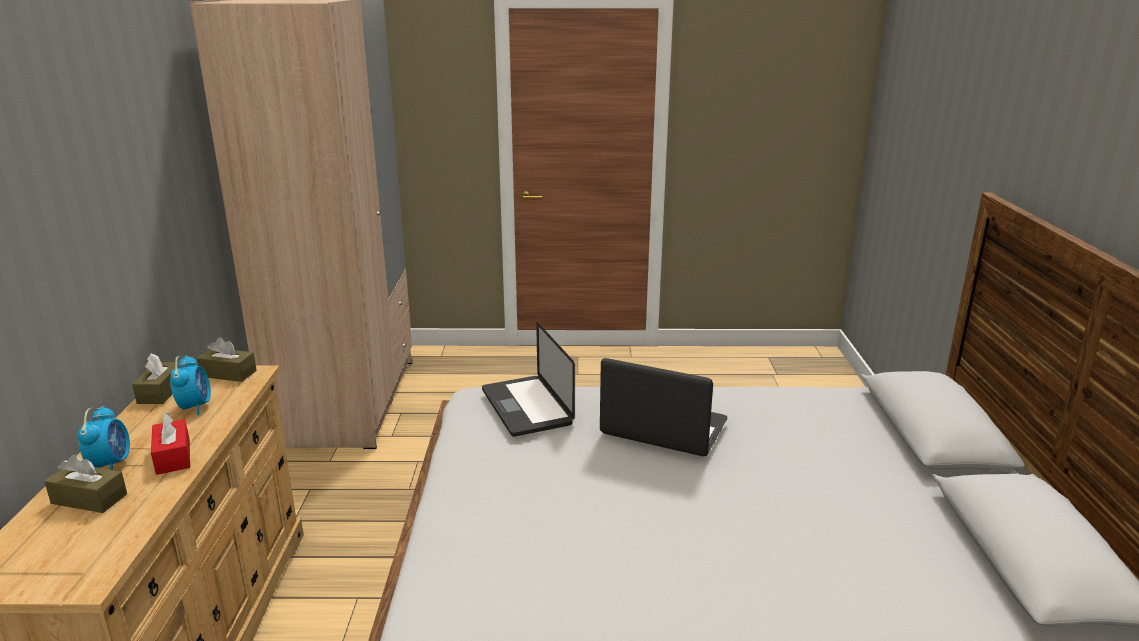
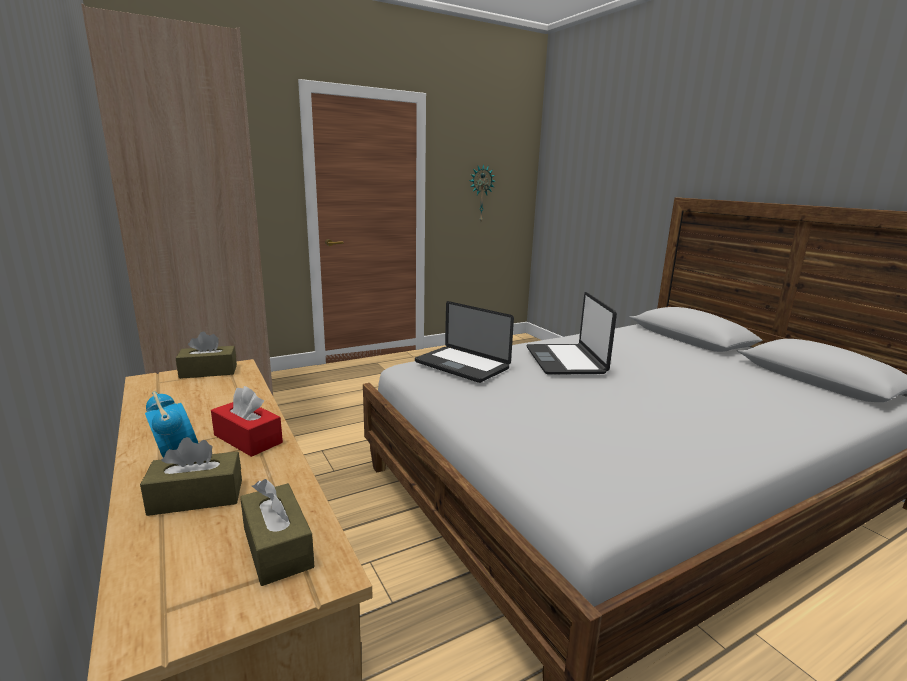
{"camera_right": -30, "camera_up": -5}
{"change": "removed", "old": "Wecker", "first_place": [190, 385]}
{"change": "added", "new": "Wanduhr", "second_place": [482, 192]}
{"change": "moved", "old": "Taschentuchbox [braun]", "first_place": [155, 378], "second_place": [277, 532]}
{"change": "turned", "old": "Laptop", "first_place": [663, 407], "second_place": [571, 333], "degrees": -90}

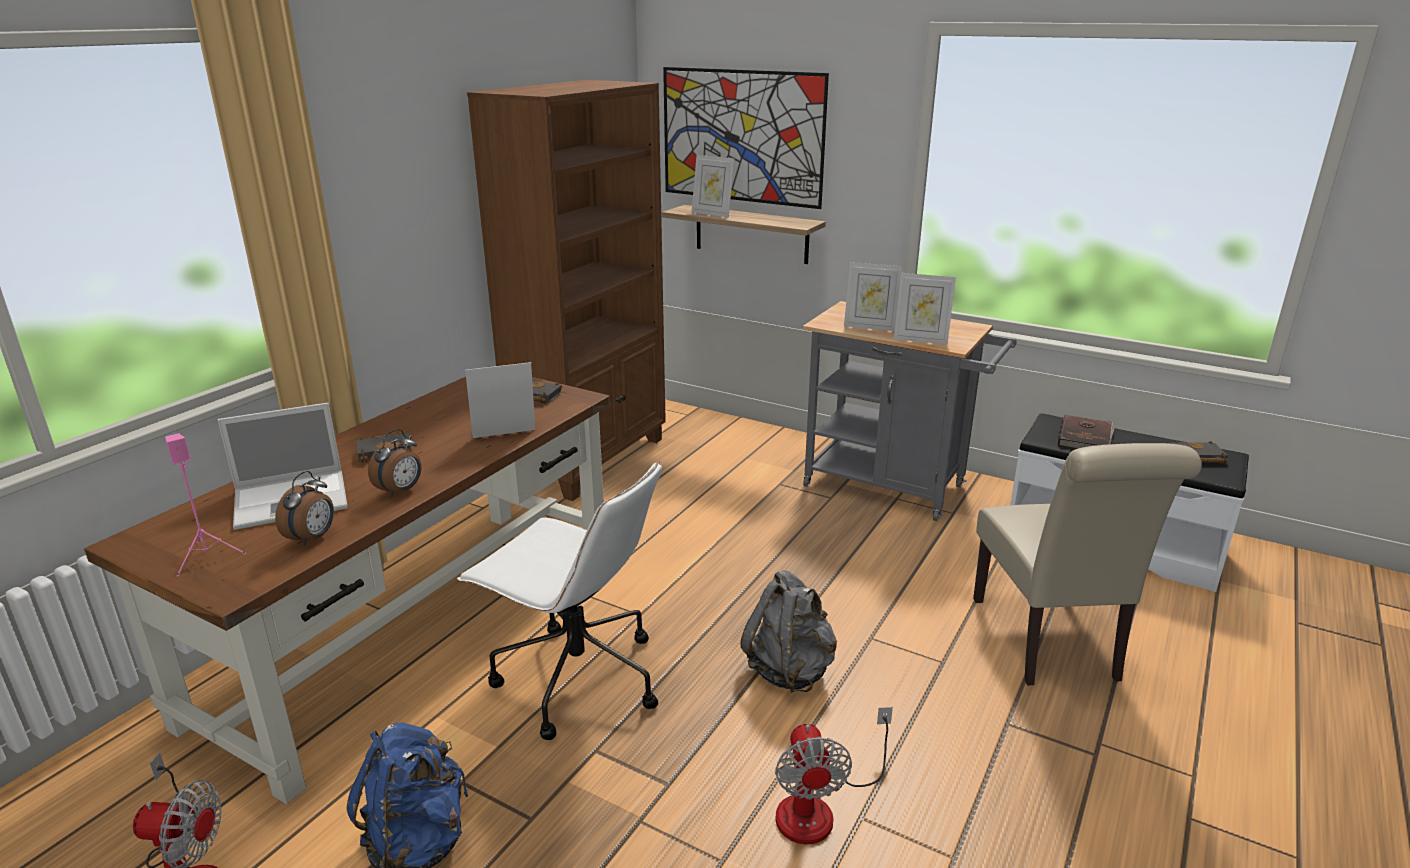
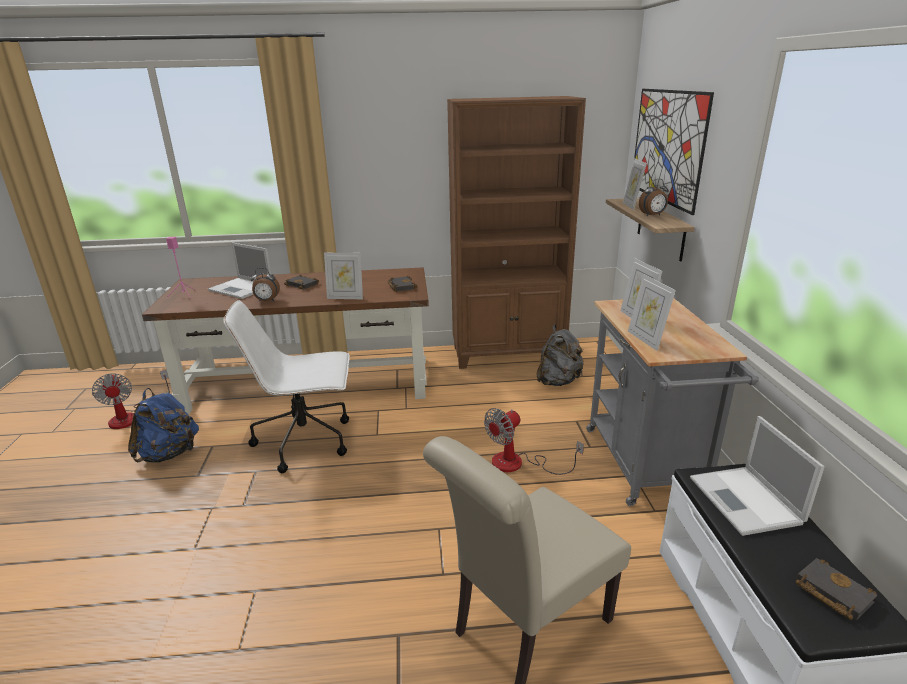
{"camera_right": 55, "camera_up": 0}
{"change": "moved", "old": "Wecker", "first_place": [304, 508], "second_place": [654, 197]}
{"change": "moved", "old": "Rucksack [grau]", "first_place": [788, 631], "second_place": [560, 355]}
{"change": "moved", "old": "Ventilator", "first_place": [834, 775], "second_place": [534, 441]}
{"change": "replaced", "old": "Buch [braun]", "new": "Laptop", "first_place": [1086, 432], "second_place": [757, 476]}
{"change": "turned", "old": "Bürostuhl [weiß]", "first_place": [559, 600], "second_place": [286, 386], "degrees": 90}
{"change": "turned", "old": "Bilderrahmen", "first_place": [500, 400], "second_place": [343, 276], "degrees": 150}

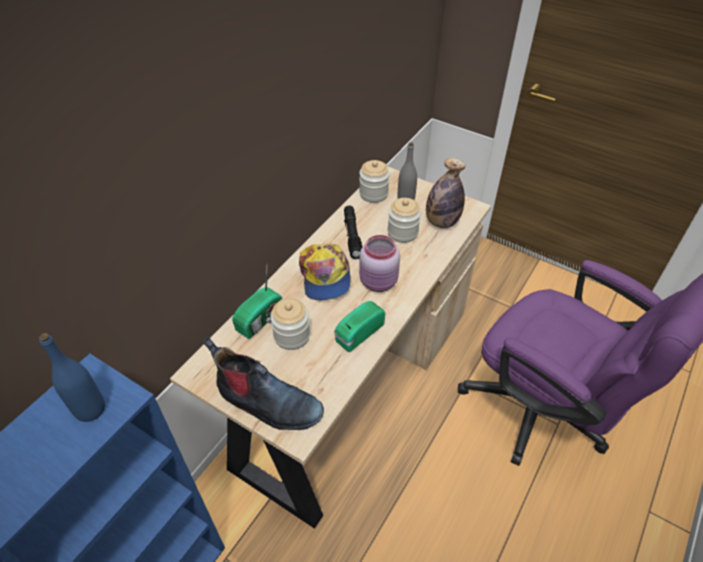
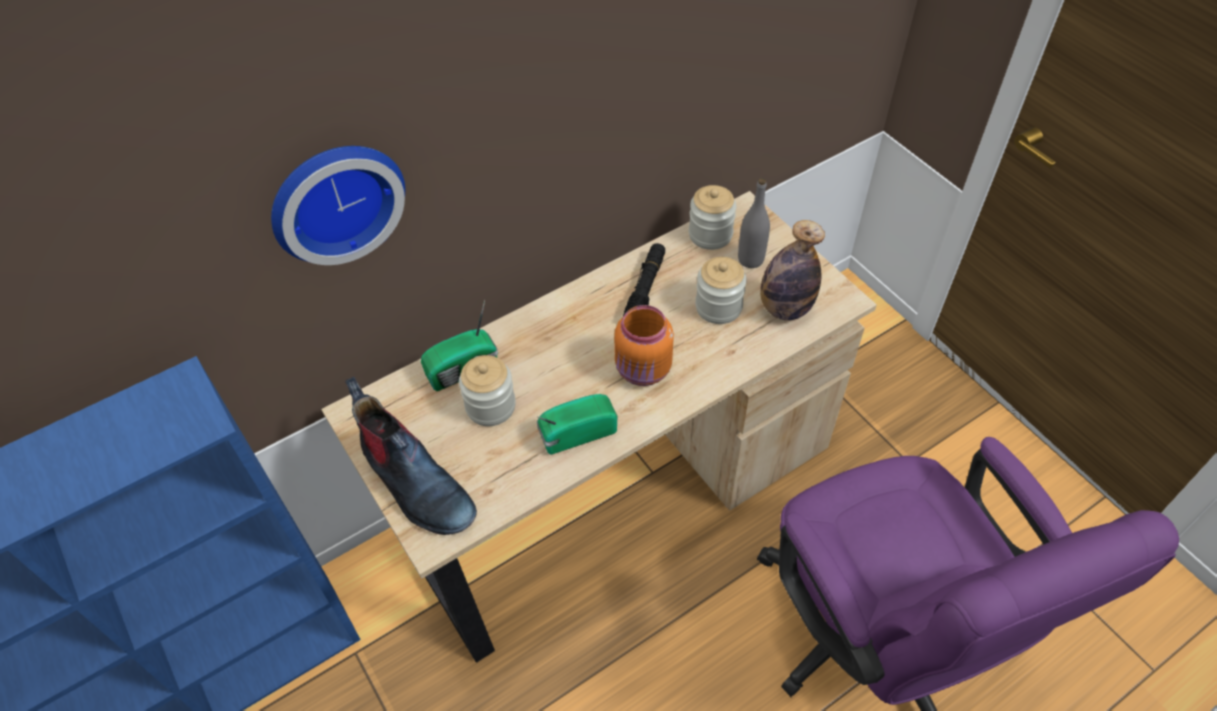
{"camera_right": 25, "camera_up": 5}
{"change": "removed", "old": "Flasche [blau]", "first_place": [72, 377]}
{"change": "removed", "old": "Kappe", "first_place": [325, 271]}
{"change": "added", "new": "Wanduhr", "second_place": [338, 205]}
{"change": "recoloured", "old": "Vorratsglas [rosa]", "new": "Vorratsglas [orange]", "first_place": [379, 263], "second_place": [644, 345]}

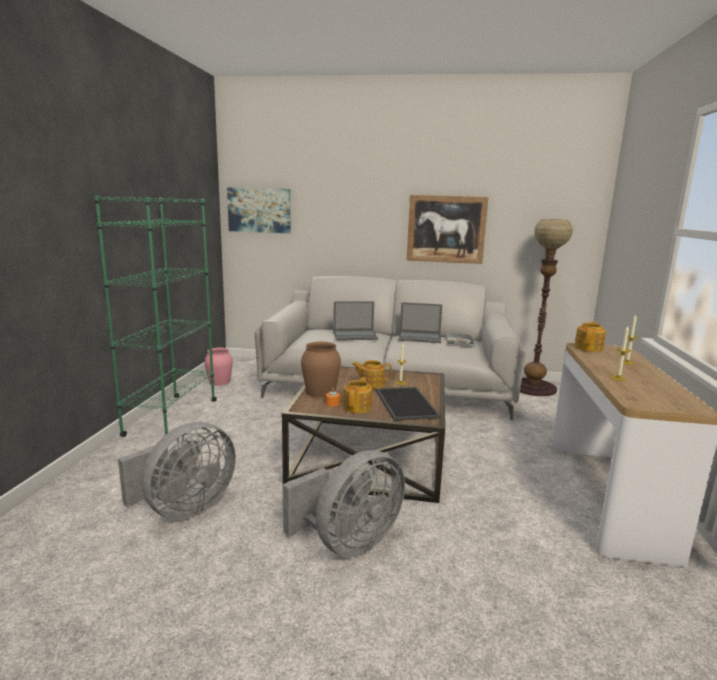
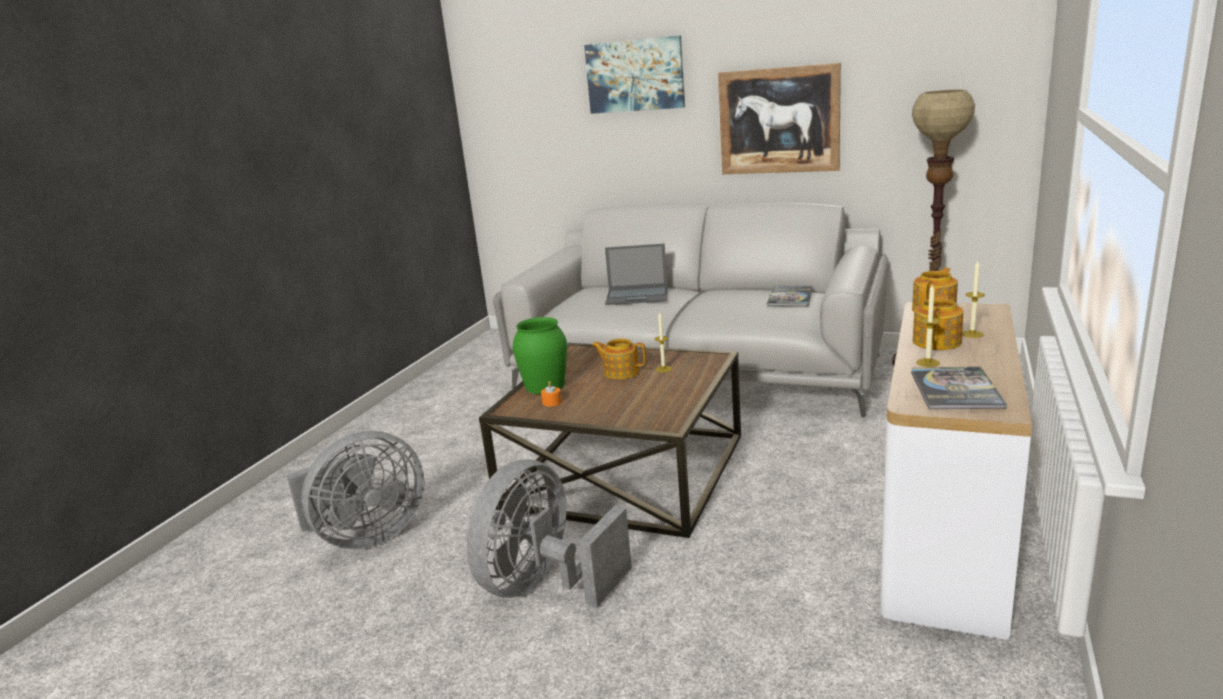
{"camera_right": 15, "camera_up": 5}
{"change": "removed", "old": "Bücherregal [grün]", "first_place": [155, 316]}
{"change": "removed", "old": "Vase [rosa]", "first_place": [219, 367]}
{"change": "removed", "old": "Tablett", "first_place": [408, 404]}
{"change": "removed", "old": "Laptop", "first_place": [420, 322]}
{"change": "added", "new": "Buch", "second_place": [959, 388]}
{"change": "moved", "old": "Bild", "first_place": [259, 210], "second_place": [634, 74]}
{"change": "moved", "old": "Teekanne", "first_place": [357, 395], "second_place": [937, 322]}
{"change": "recoloured", "old": "Vase [braun]", "new": "Vase [grün]", "first_place": [321, 370], "second_place": [540, 355]}
{"change": "turned", "old": "Ventilator [grau]", "first_place": [344, 503], "second_place": [549, 533], "degrees": 150}

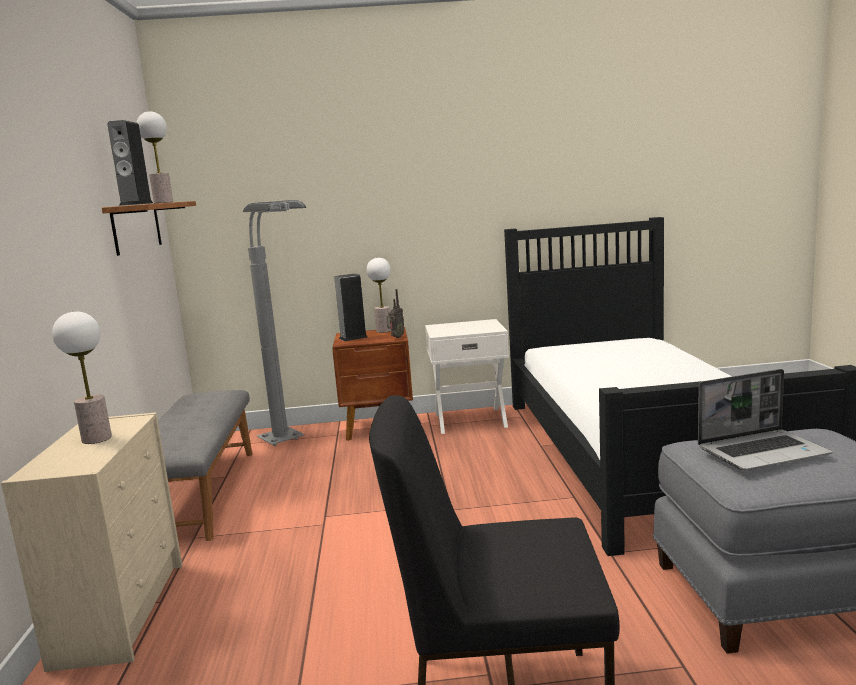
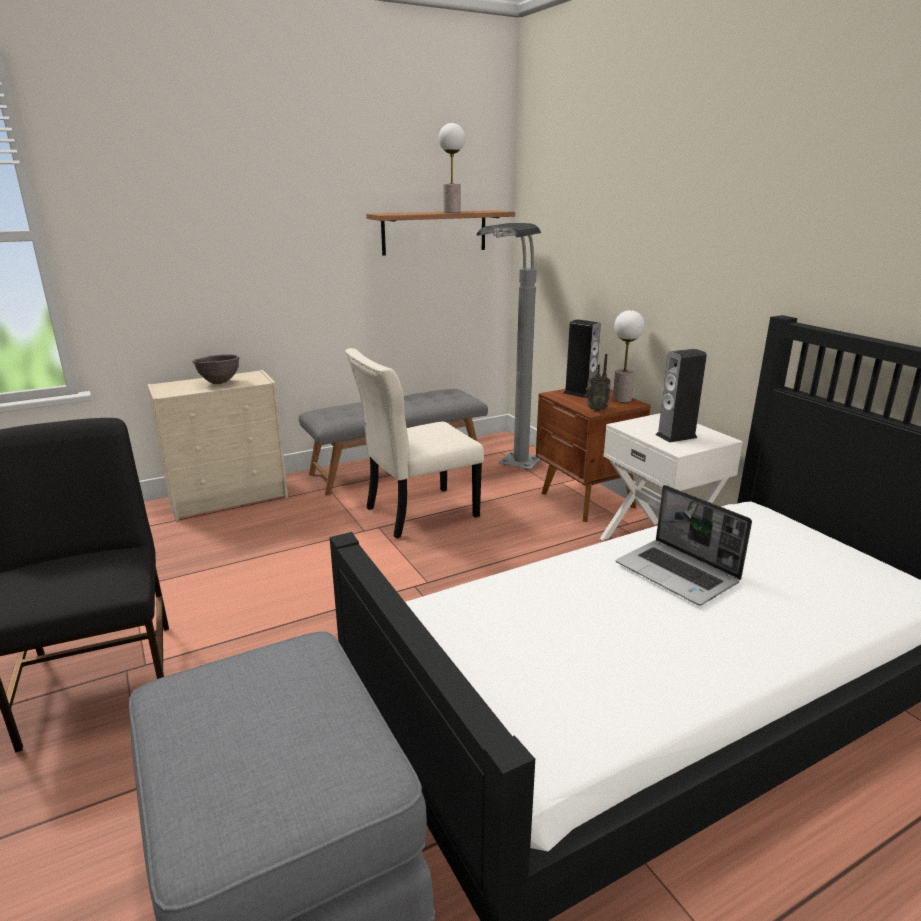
{"camera_right": 65, "camera_up": 10}
{"change": "added", "new": "Stuhl [beige]", "second_place": [414, 443]}
{"change": "moved", "old": "Lautsprecher", "first_place": [130, 163], "second_place": [681, 396]}
{"change": "moved", "old": "Laptop", "first_place": [765, 419], "second_place": [684, 545]}
{"change": "replaced", "old": "Tischlampe", "new": "Schüssel [braun]", "first_place": [82, 377], "second_place": [215, 369]}

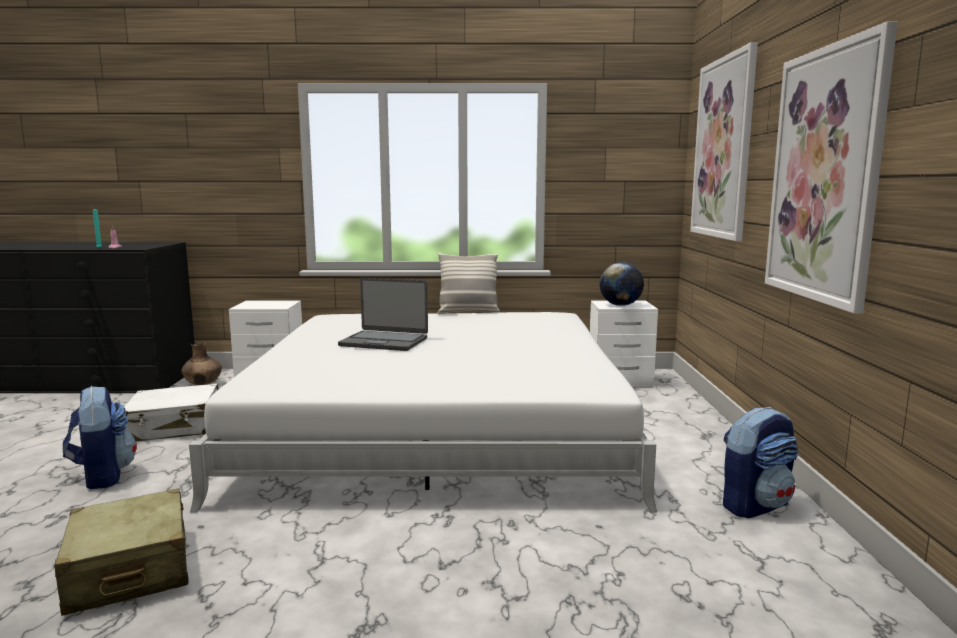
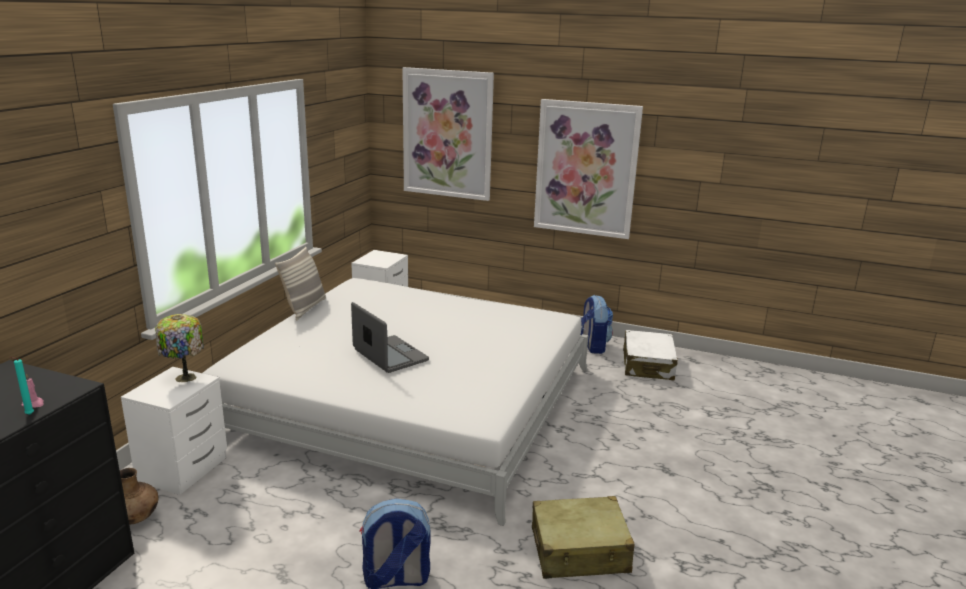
{"camera_right": -70, "camera_up": 10}
{"change": "removed", "old": "Globus", "first_place": [622, 284]}
{"change": "added", "new": "Tischlampe", "second_place": [179, 348]}
{"change": "moved", "old": "Koffer [weiß]", "first_place": [171, 412], "second_place": [650, 355]}
{"change": "turned", "old": "Laptop", "first_place": [383, 314], "second_place": [390, 337], "degrees": -75}

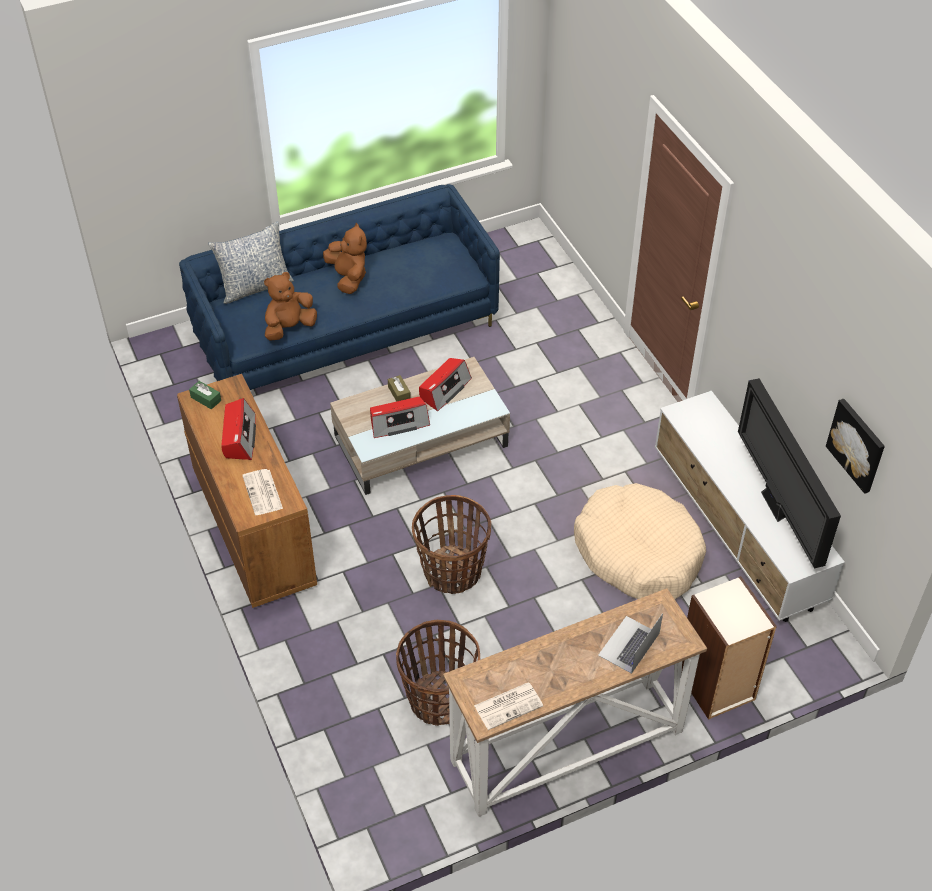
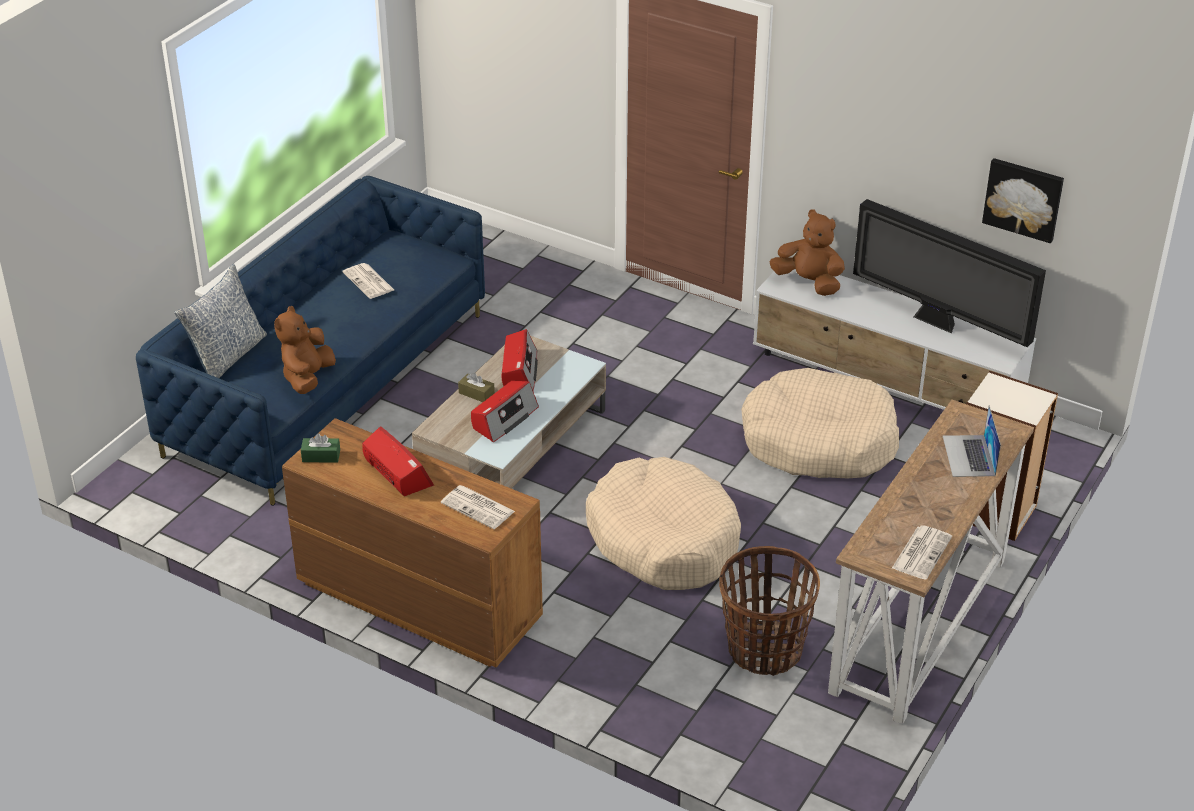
{"camera_right": -35, "camera_up": -10}
{"change": "added", "new": "Zeitung", "second_place": [368, 281]}
{"change": "moved", "old": "Plüschtier [braun]", "first_place": [345, 258], "second_place": [807, 252]}
{"change": "replaced", "old": "Korb", "new": "Hundebett [beige]", "first_place": [451, 544], "second_place": [663, 523]}

